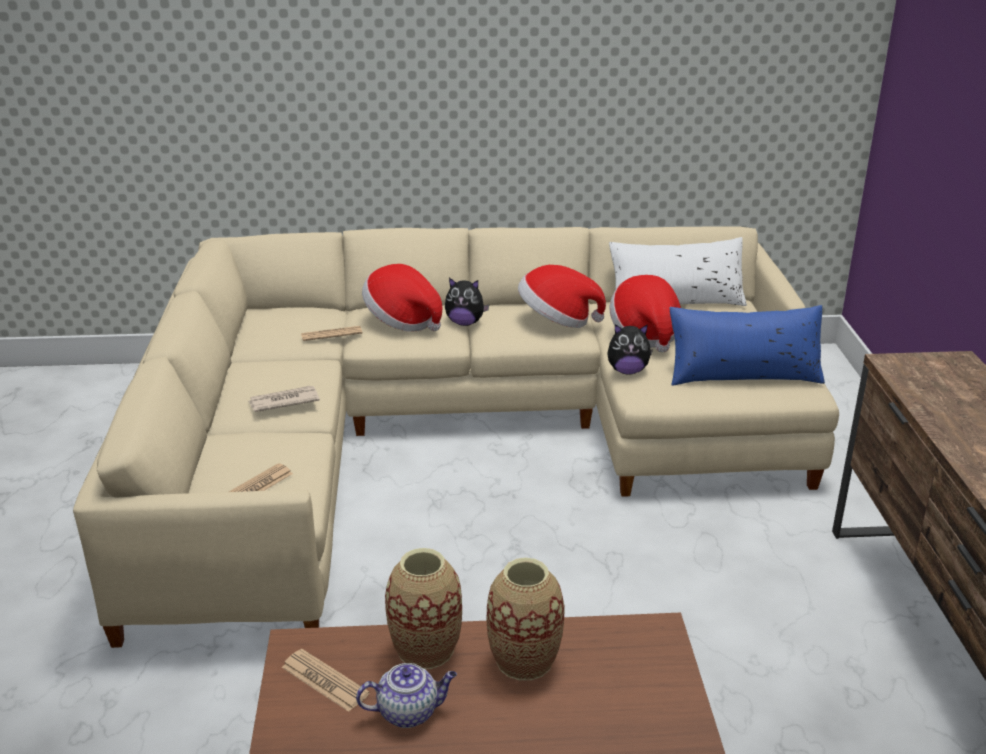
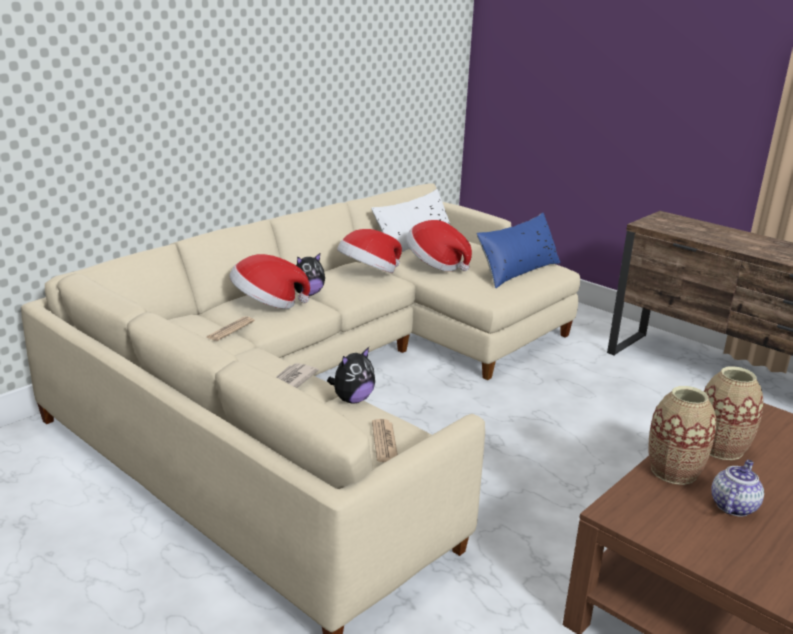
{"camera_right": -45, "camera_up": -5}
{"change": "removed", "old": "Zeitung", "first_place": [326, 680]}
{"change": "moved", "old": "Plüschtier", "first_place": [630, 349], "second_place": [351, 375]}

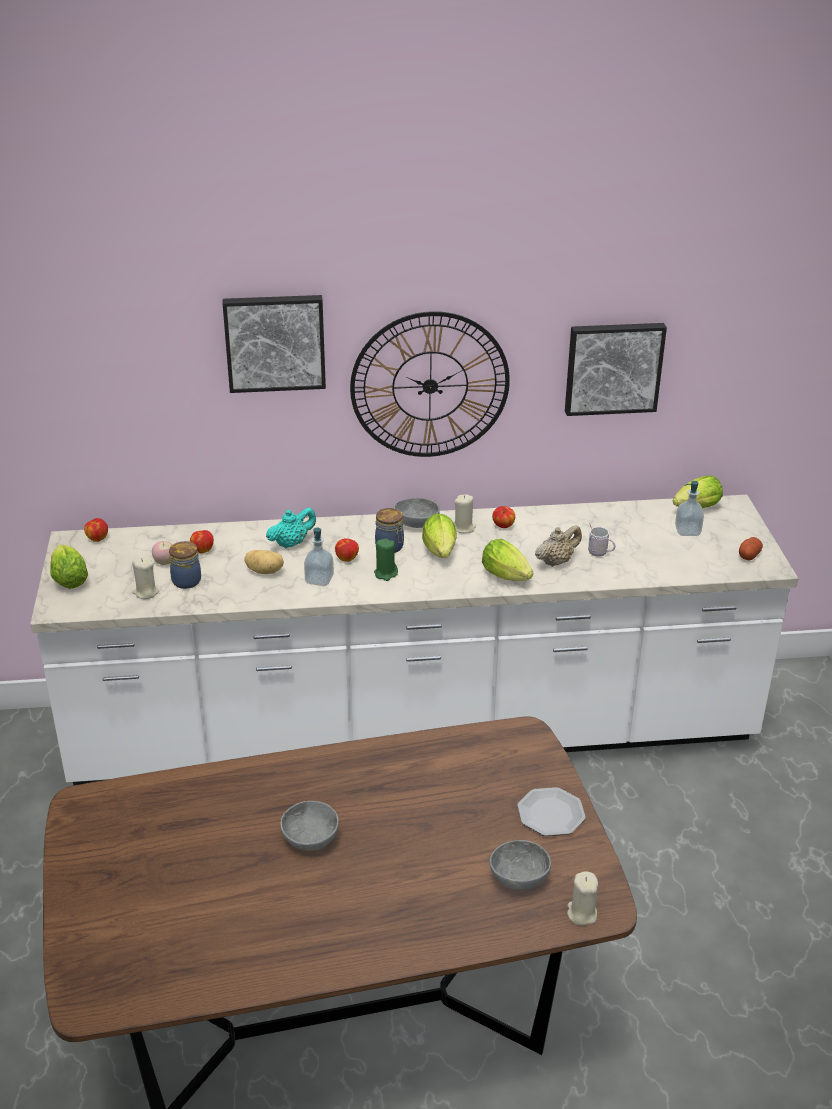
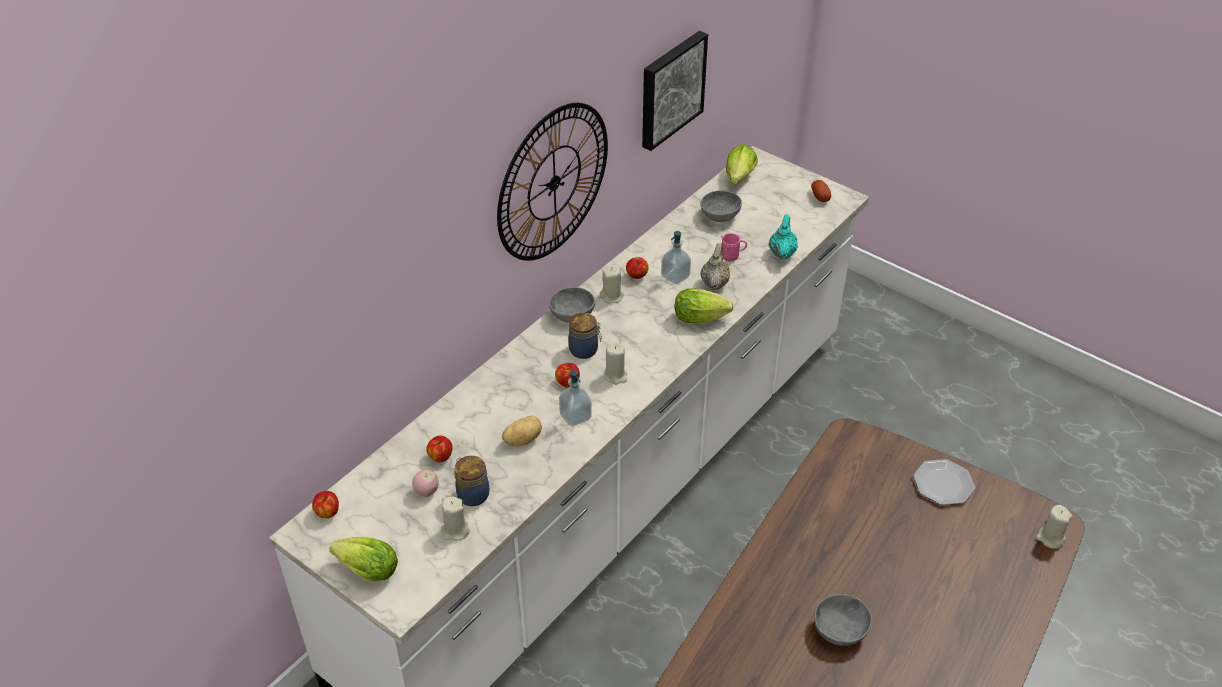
{"camera_right": -45, "camera_up": 10}
{"change": "removed", "old": "Bild", "first_place": [274, 344]}
{"change": "removed", "old": "Salatkopf", "first_place": [439, 535]}
{"change": "moved", "old": "Teekanne [türkis]", "first_place": [291, 528], "second_place": [783, 236]}
{"change": "moved", "old": "Schüssel [grau]", "first_place": [520, 864], "second_place": [721, 206]}
{"change": "moved", "old": "Seifenspender", "first_place": [689, 508], "second_place": [676, 257]}
{"change": "recoloured", "old": "Kerze [grün]", "new": "Kerze [beige]", "first_place": [386, 560], "second_place": [615, 363]}
{"change": "recoloured", "old": "Henkelbecher [weiß]", "new": "Henkelbecher [rosa]", "first_place": [602, 540], "second_place": [734, 247]}

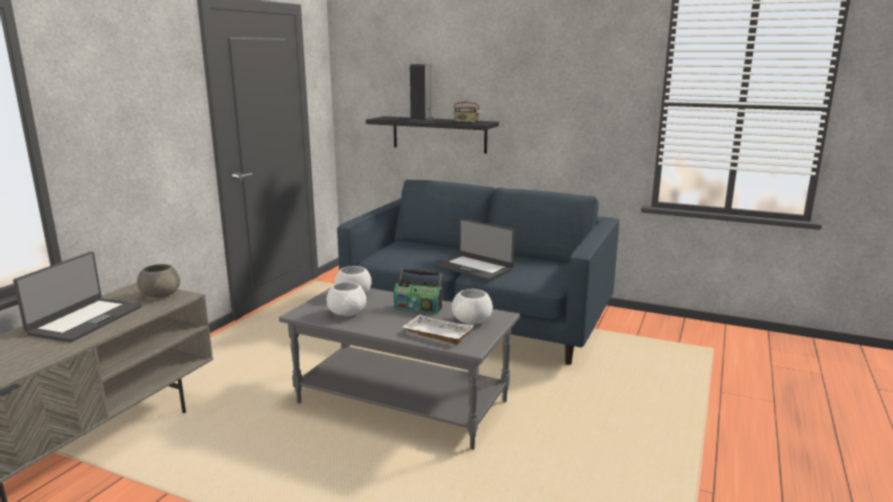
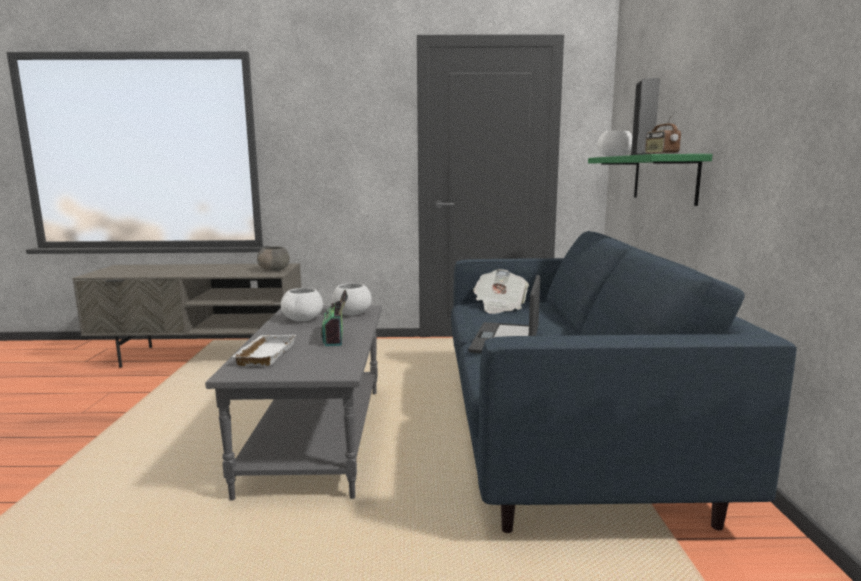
{"camera_right": 65, "camera_up": -5}
{"change": "removed", "old": "Laptop", "first_place": [77, 297]}
{"change": "added", "new": "Zeitung", "second_place": [501, 291]}
{"change": "moved", "old": "Schüssel [weiß]", "first_place": [472, 307], "second_place": [614, 144]}
{"change": "recoloured", "old": "Wandregal [schwarz]", "new": "Wandregal [grün]", "first_place": [432, 135], "second_place": [650, 180]}

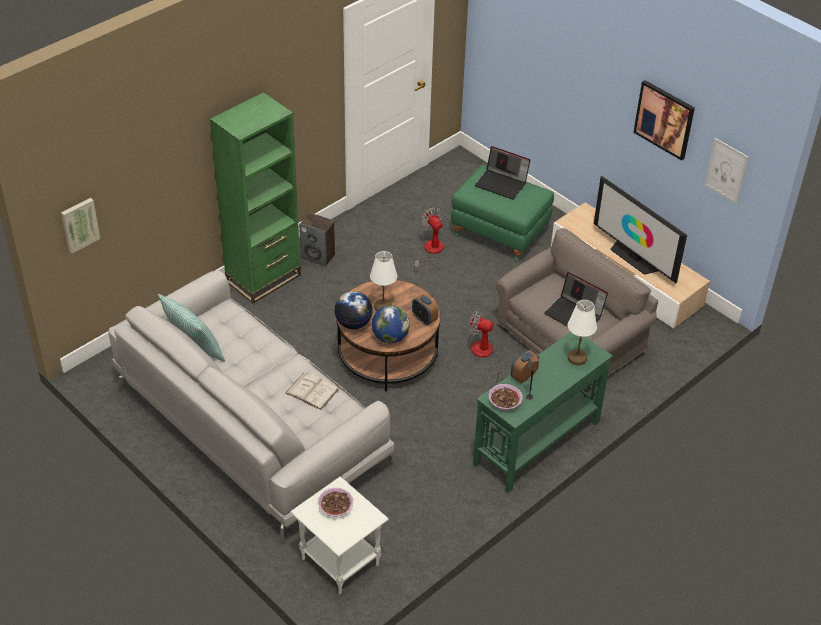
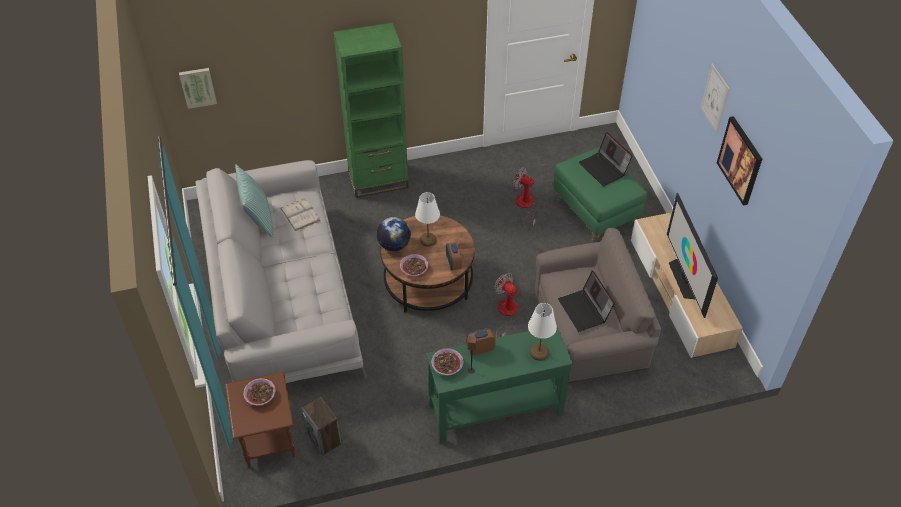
{"camera_right": 30, "camera_up": 5}
{"change": "moved", "old": "Buch [weiß]", "first_place": [312, 391], "second_place": [300, 215]}
{"change": "moved", "old": "Lautsprecher", "first_place": [317, 239], "second_place": [321, 426]}
{"change": "moved", "old": "Bild", "first_place": [726, 171], "second_place": [715, 98]}
{"change": "replaced", "old": "Globus", "new": "Schüssel", "first_place": [391, 324], "second_place": [414, 265]}
{"change": "recoloured", "old": "Beistelltisch [weiß]", "new": "Beistelltisch [braun]", "first_place": [339, 535], "second_place": [260, 419]}
{"change": "turned", "old": "Ventilator", "first_place": [428, 239], "second_place": [525, 198], "degrees": -60}

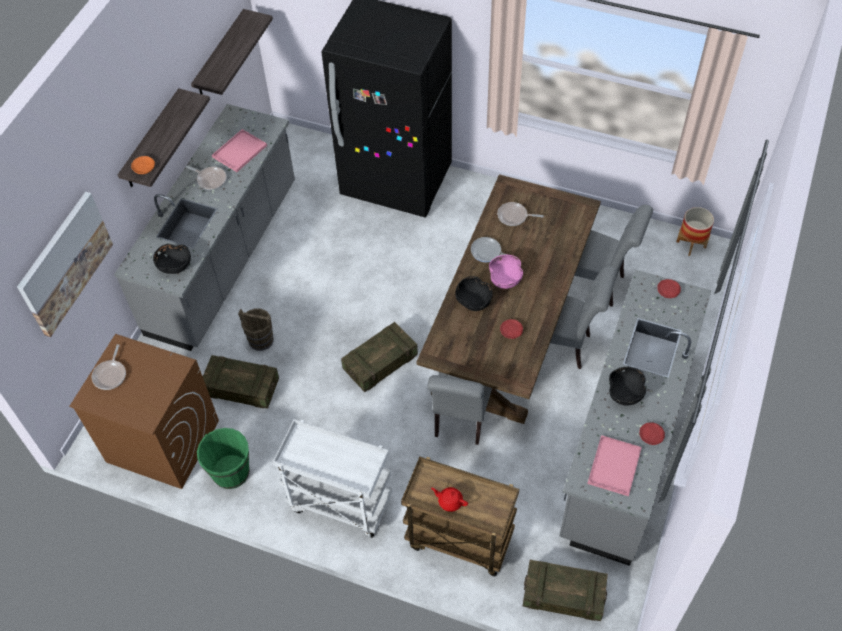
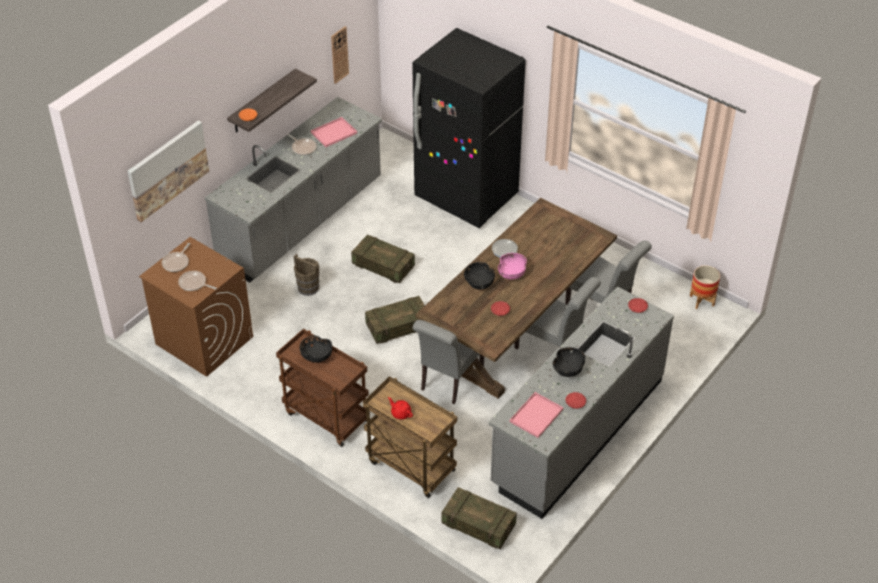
{"camera_right": 15, "camera_up": -10}
{"change": "removed", "old": "Eimer [grün]", "first_place": [223, 458]}
{"change": "moved", "old": "Schüssel [schwarz]", "first_place": [172, 259], "second_place": [316, 348]}
{"change": "moved", "old": "Kiste", "first_place": [241, 382], "second_place": [383, 259]}
{"change": "moved", "old": "Pfanne", "first_place": [520, 214], "second_place": [197, 281]}
{"change": "replaced", "old": "Wandregal", "new": "Wanduhr", "first_place": [232, 52], "second_place": [340, 55]}
{"change": "recoloured", "old": "Rollwagen [weiß]", "new": "Rollwagen [braun]", "first_place": [333, 478], "second_place": [322, 388]}

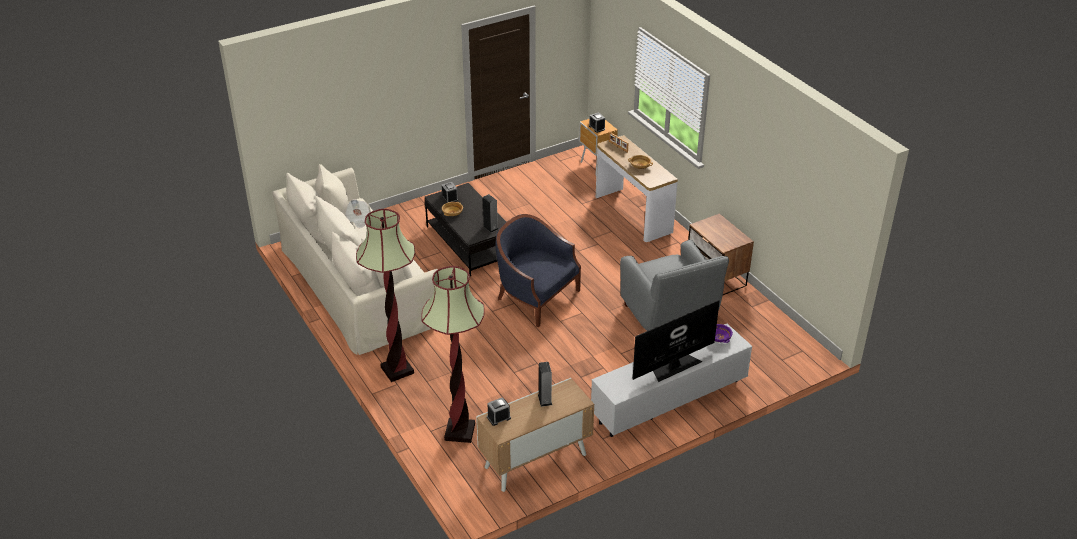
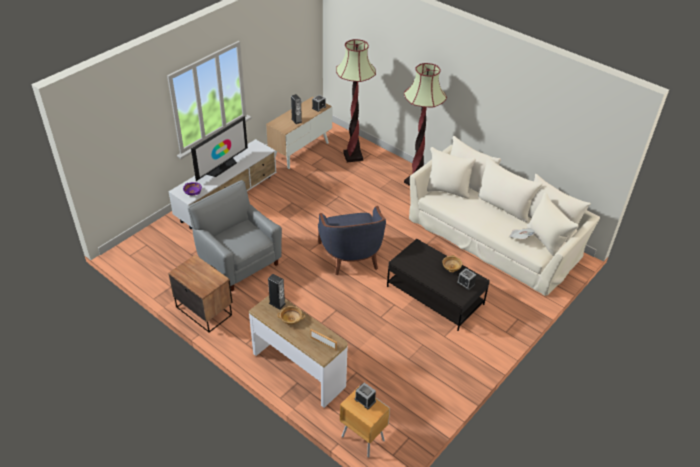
{"camera_right": 160, "camera_up": 5}
{"change": "moved", "old": "Lautsprecher", "first_place": [490, 213], "second_place": [277, 291]}
{"change": "turned", "old": "Sessel [blau]", "first_place": [538, 270], "second_place": [352, 240], "degrees": 60}

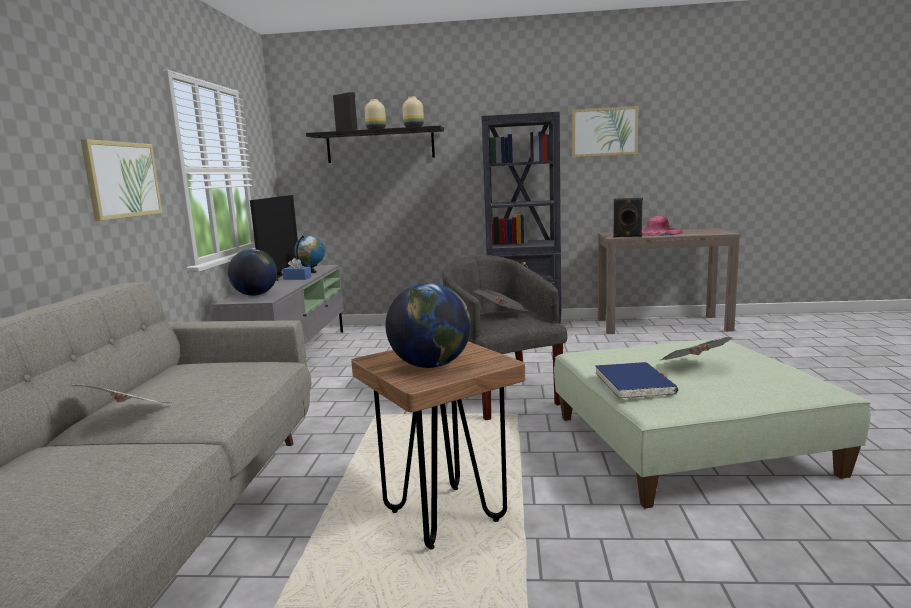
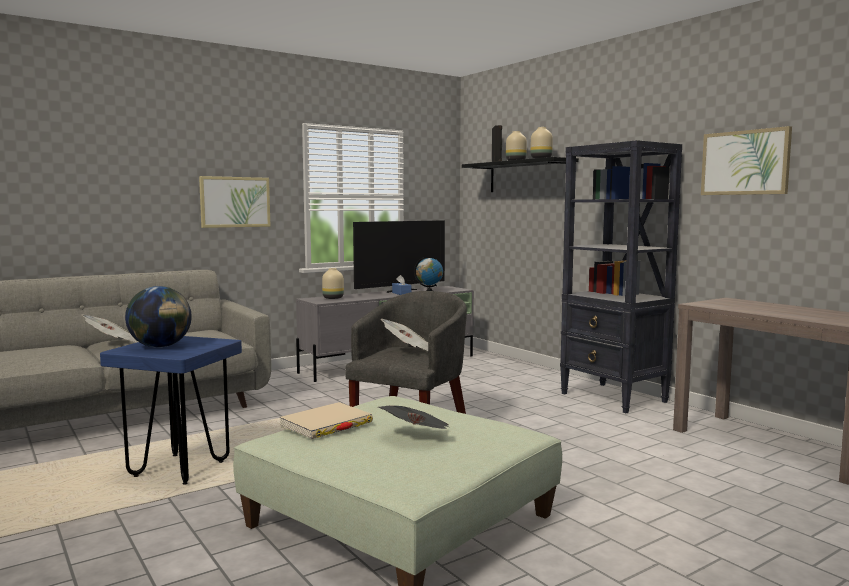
{"camera_right": 50, "camera_up": -5}
{"change": "removed", "old": "Lautsprecher [schwarz]", "first_place": [628, 217]}
{"change": "removed", "old": "Hut [rosa]", "first_place": [662, 226]}
{"change": "replaced", "old": "Globus", "new": "Vase [beige]", "first_place": [252, 272], "second_place": [333, 283]}
{"change": "recoloured", "old": "Hocker [braun]", "new": "Hocker [blau]", "first_place": [438, 445], "second_place": [171, 410]}
{"change": "recoloured", "old": "Buch [blau]", "new": "Buch [beige]", "first_place": [636, 381], "second_place": [326, 420]}

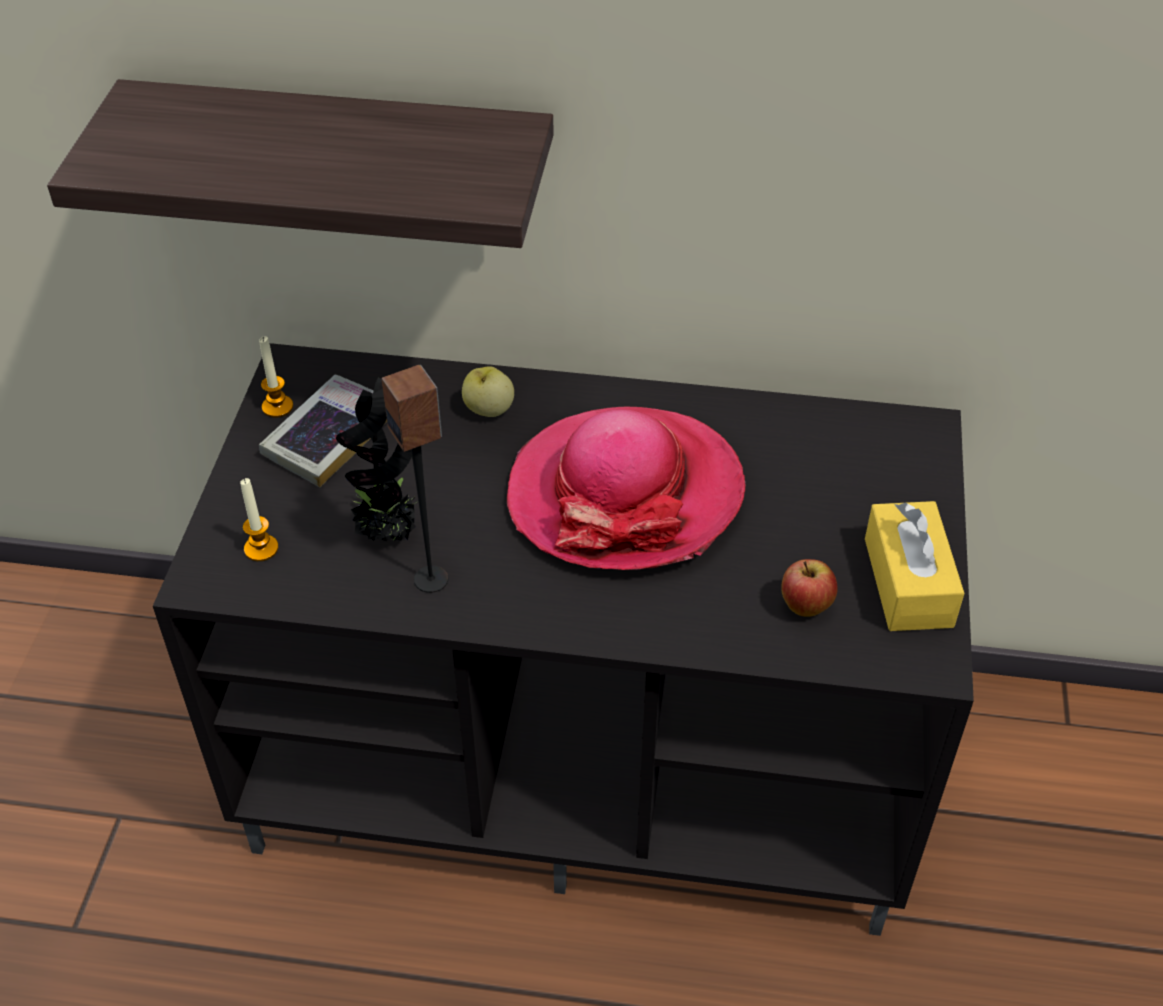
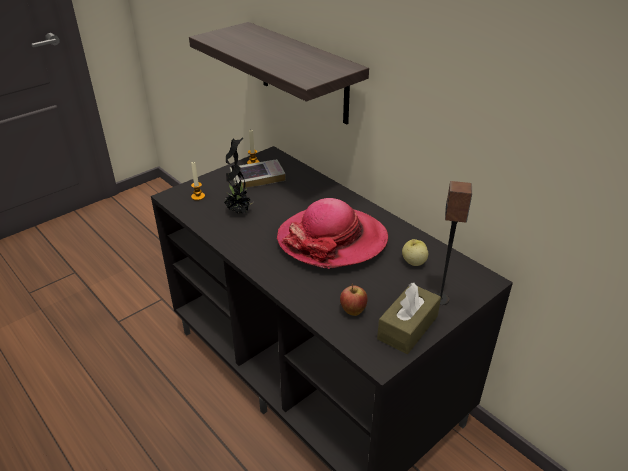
{"camera_right": 40, "camera_up": -10}
{"change": "moved", "old": "Lautsprecher", "first_place": [415, 479], "second_place": [453, 243]}
{"change": "moved", "old": "Apfel", "first_place": [488, 391], "second_place": [415, 252]}
{"change": "recoloured", "old": "Taschentuchbox [gelb]", "new": "Taschentuchbox [braun]", "first_place": [915, 566], "second_place": [409, 318]}

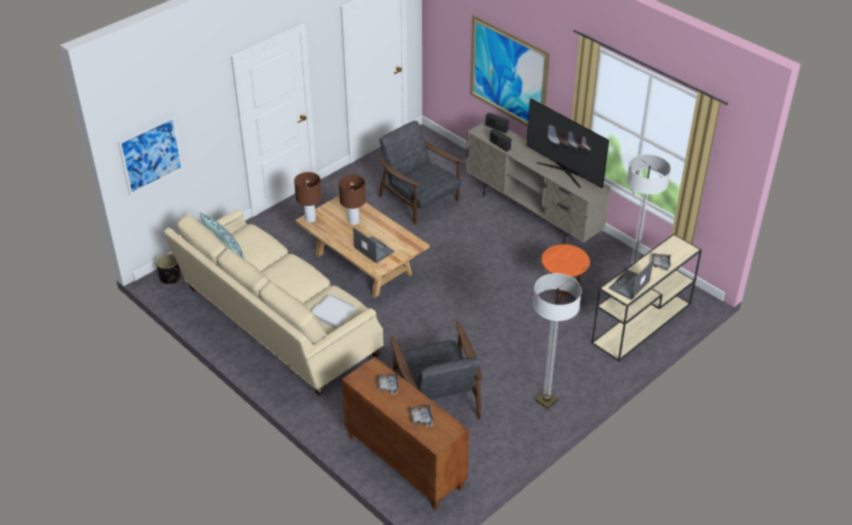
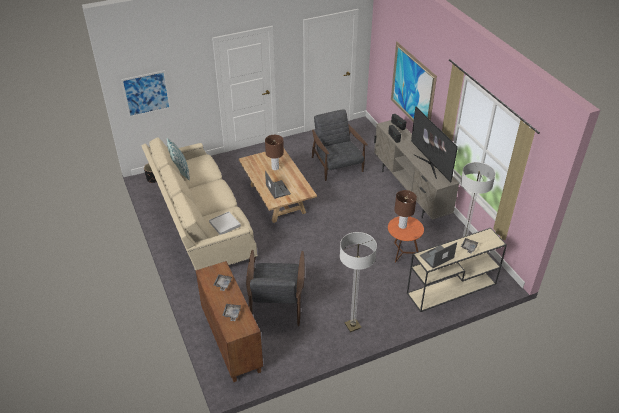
{"camera_right": 20, "camera_up": 0}
{"change": "moved", "old": "Tischlampe [braun]", "first_place": [308, 197], "second_place": [405, 209]}

